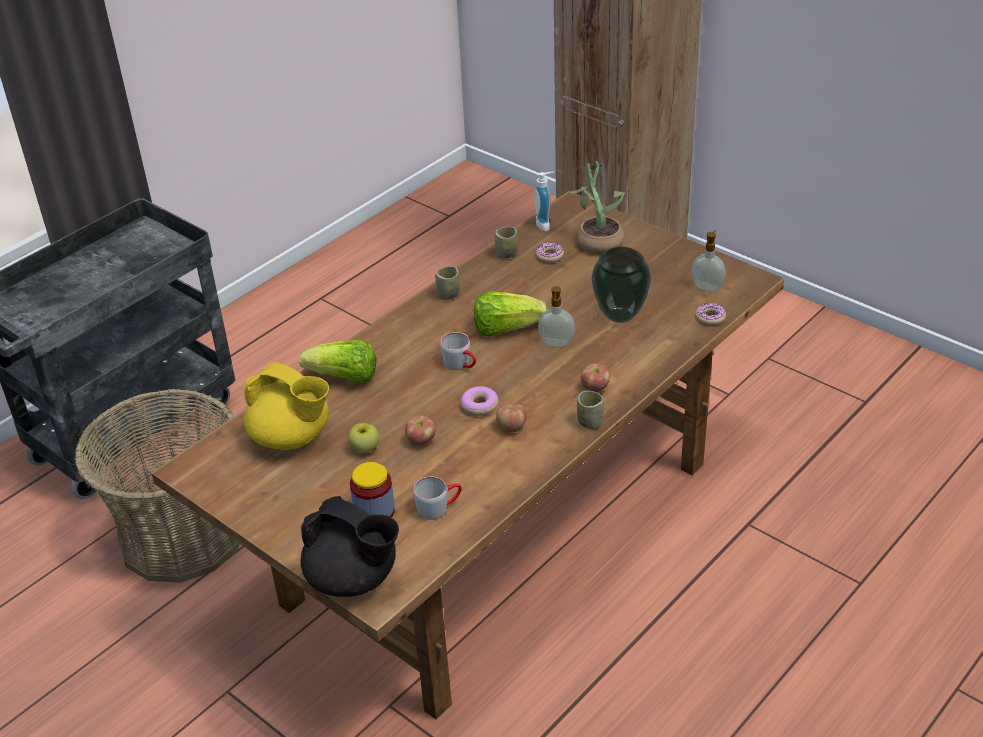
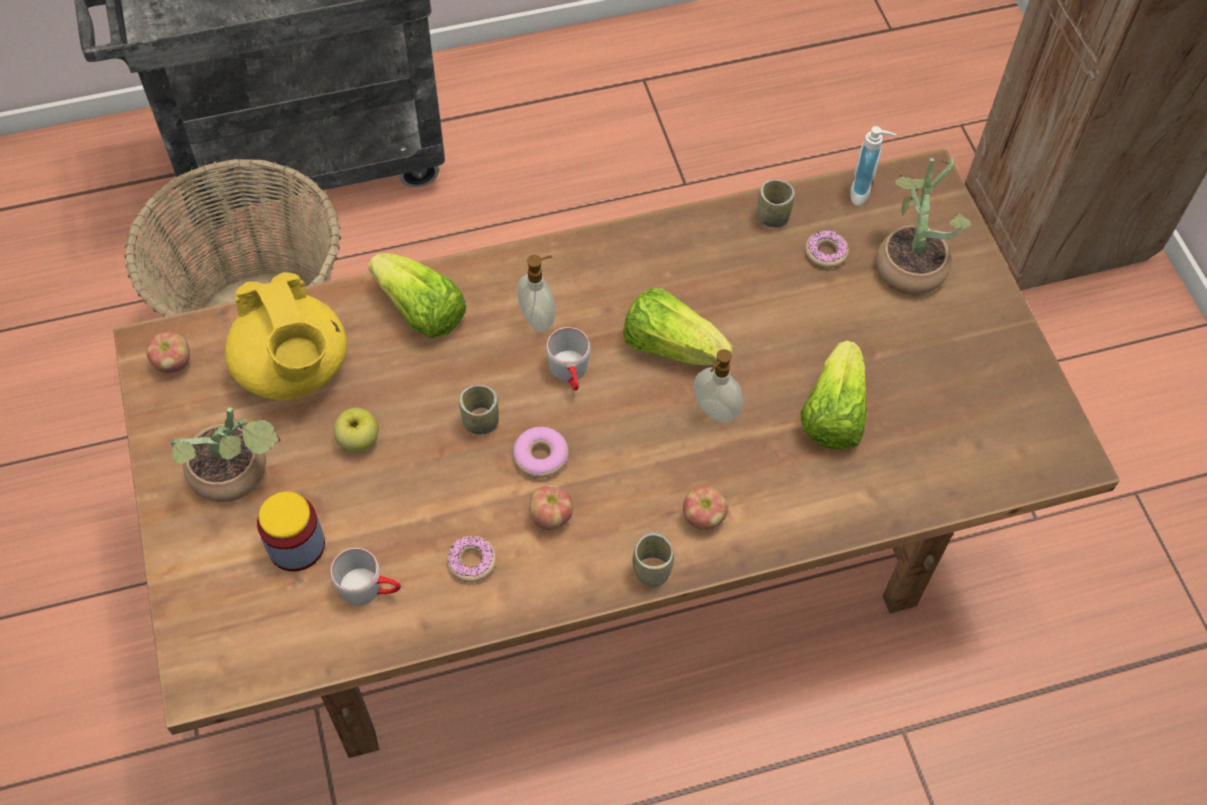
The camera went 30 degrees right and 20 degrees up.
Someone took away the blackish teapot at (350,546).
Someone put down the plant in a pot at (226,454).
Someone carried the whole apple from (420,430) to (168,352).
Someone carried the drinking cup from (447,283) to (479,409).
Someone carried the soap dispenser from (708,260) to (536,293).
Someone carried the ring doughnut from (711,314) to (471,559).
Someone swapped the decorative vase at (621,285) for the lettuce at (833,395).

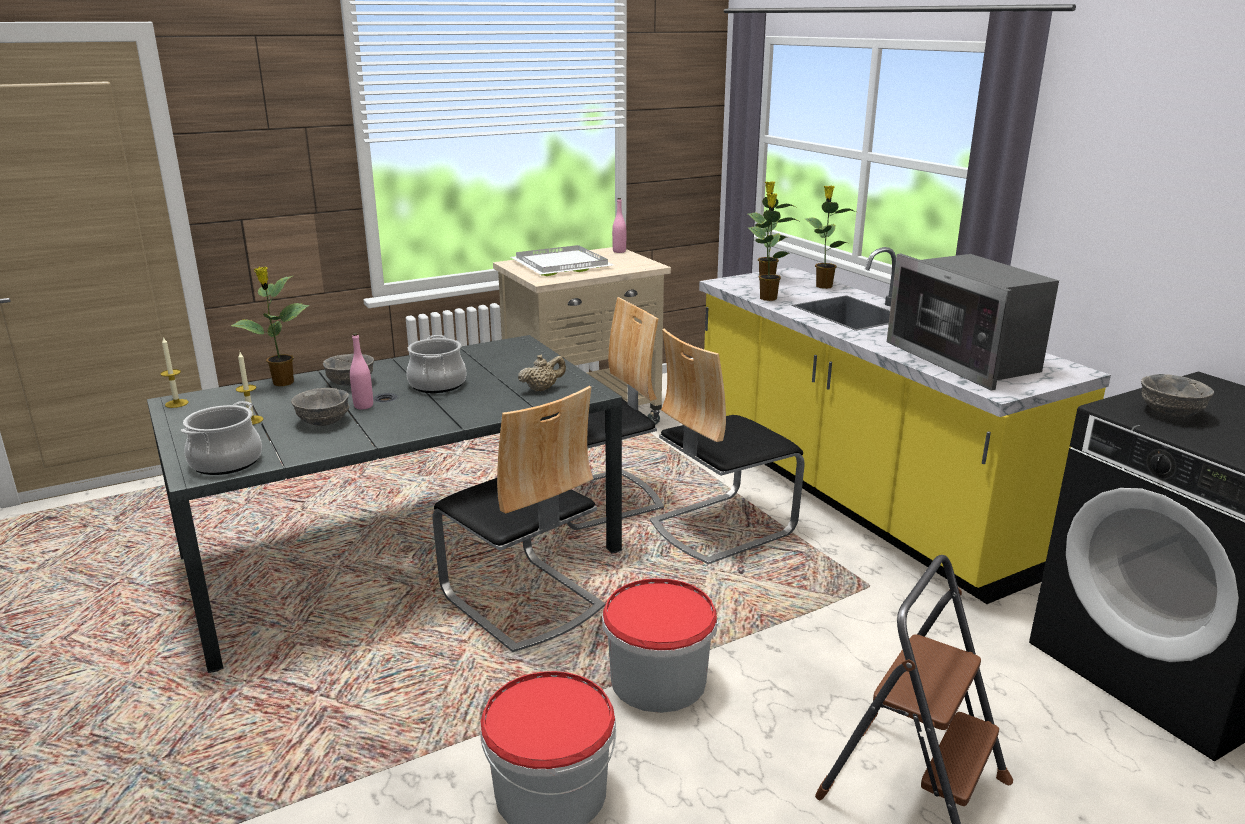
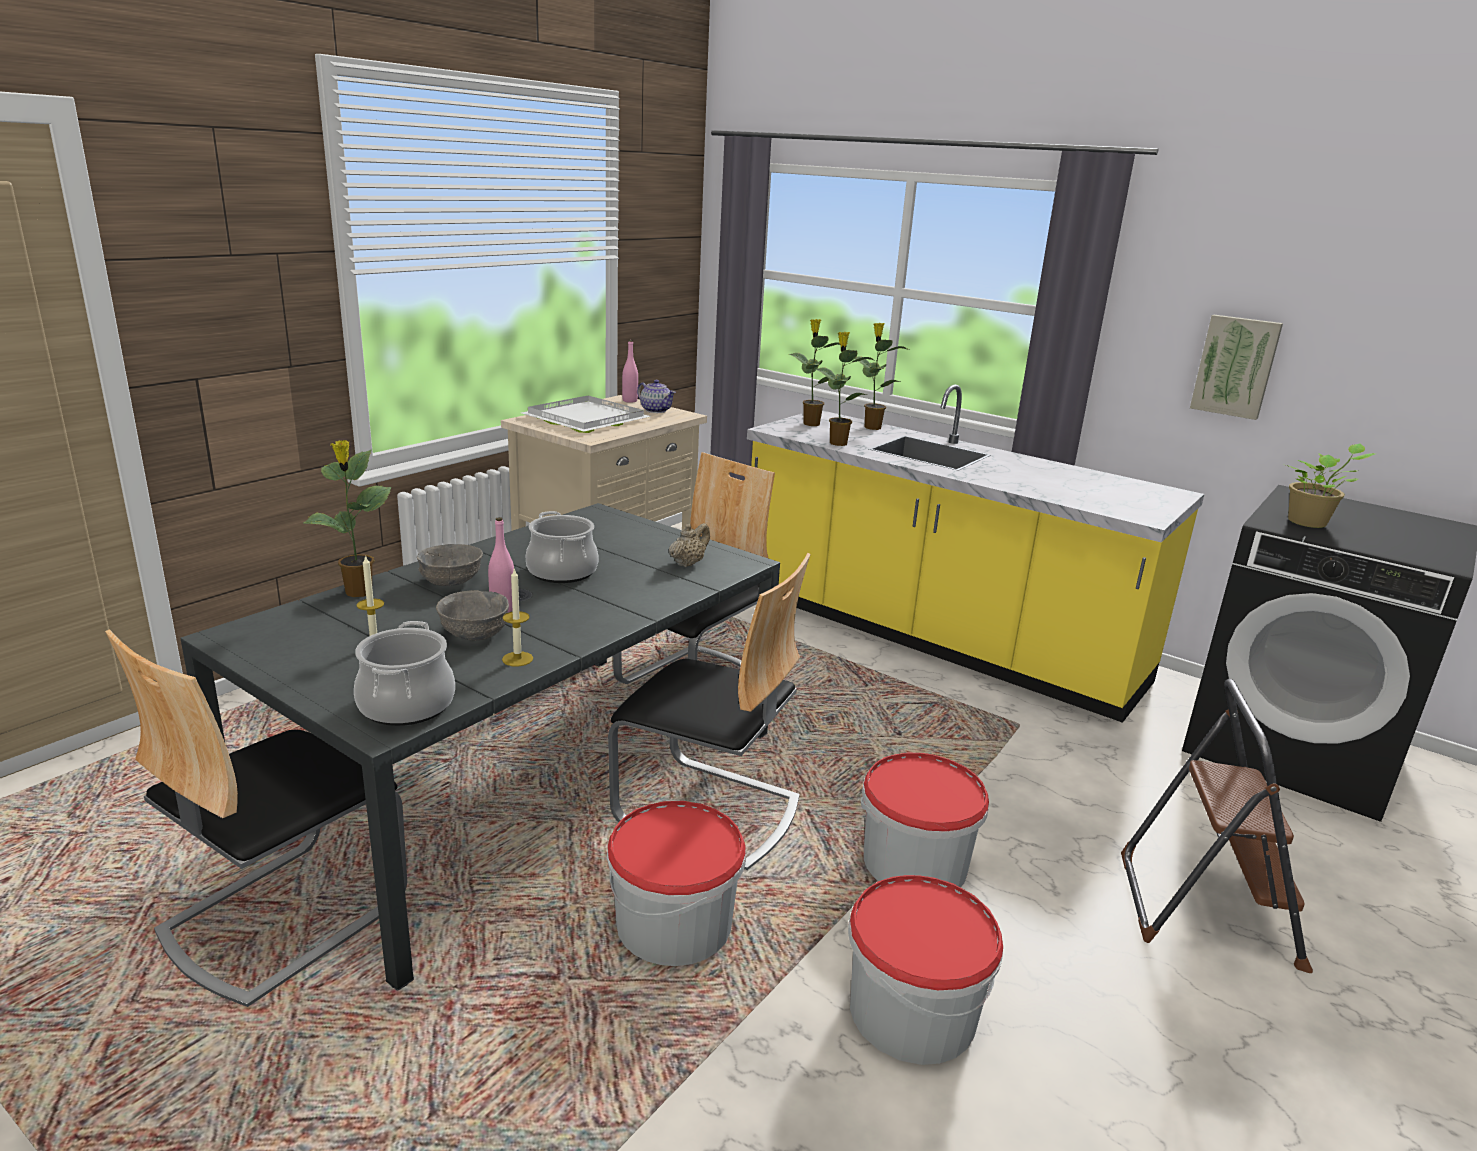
The camera went 25 degrees left and 0 degrees up.
Someone took away the microwave at (973,322).
Someone put down the water bucket at (676,883).
Someone put down the teapot at (656,396).
Someone put up the wall art at (1236,367).
Someone carried the candle from (175,372) to (517,617).
Someone carried the plain chair from (727,446) to (256,818).
Someone swapped the greyish deep dish at (1177,395) for the plant in a pot at (1330,485).

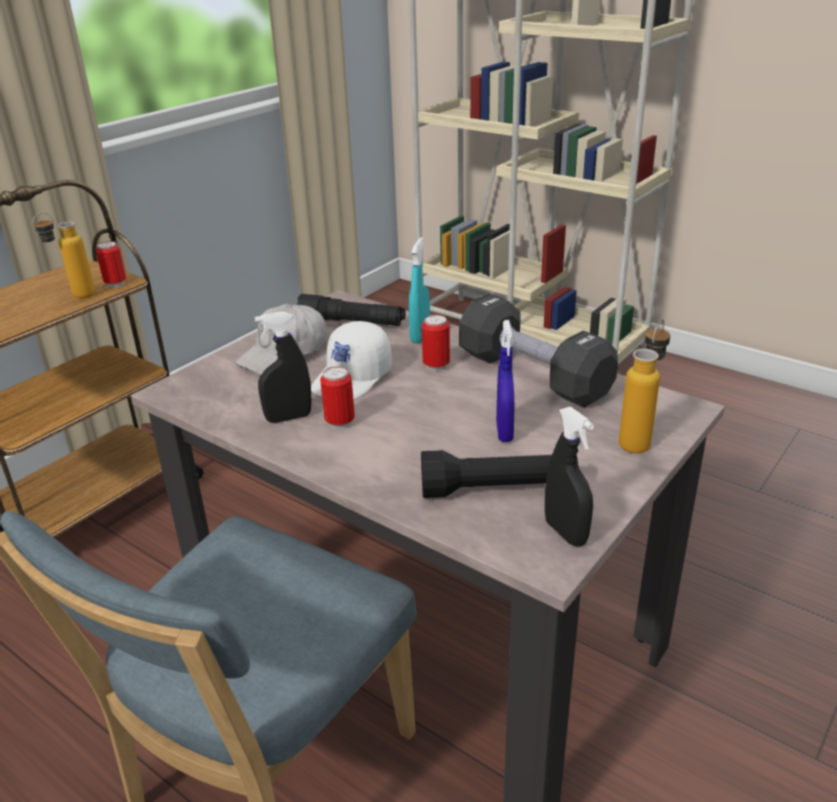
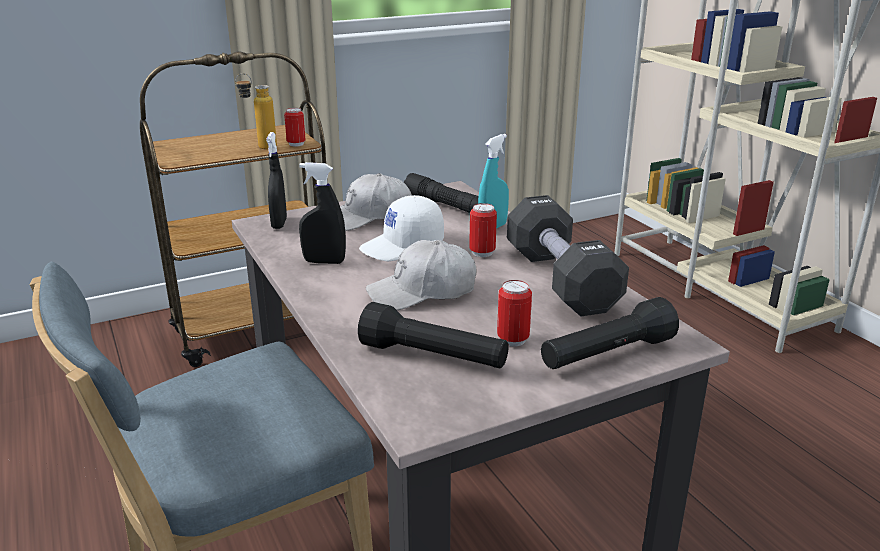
The camera went 25 degrees right and 5 degrees down.
Someone took away the blue-coloured sprayer at (505,381).
Someone put down the whitish cap at (421,275).
Someone carried the sealed can from (337,398) to (514,313).
Someone carried the blackish sprayer from (569,476) to (276,180).
Someone swapped the drink bottle at (644,386) for the blackish flashlight at (610,333).

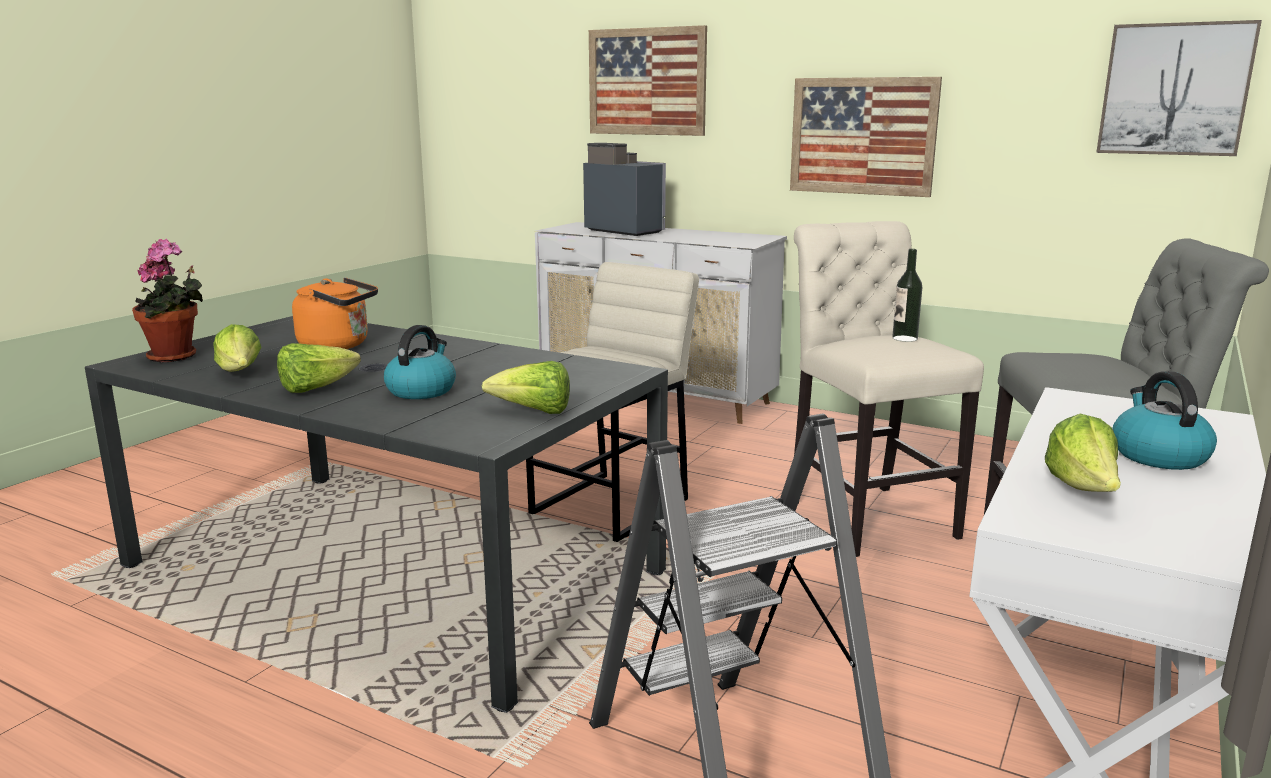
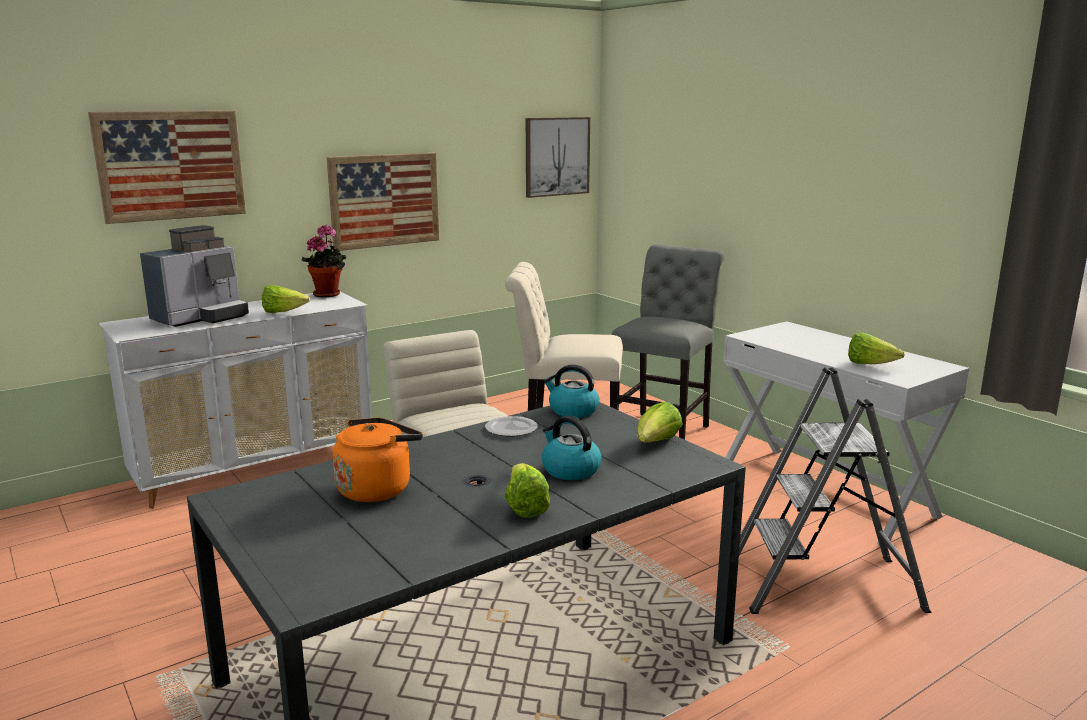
The camera went 65 degrees left and 0 degrees up.
Someone took away the drink bottle at (907,295).
Someone put down the dinner plate at (511,426).
Someone carried the plant in a pot from (167,300) to (324,261).
Someone carried the lettuce from (237,348) to (286,299).
Someone carried the water kettle from (1164,420) to (571,391).
Someone rotated the coffee machine at (624,189) by 150 degrees clockwise.

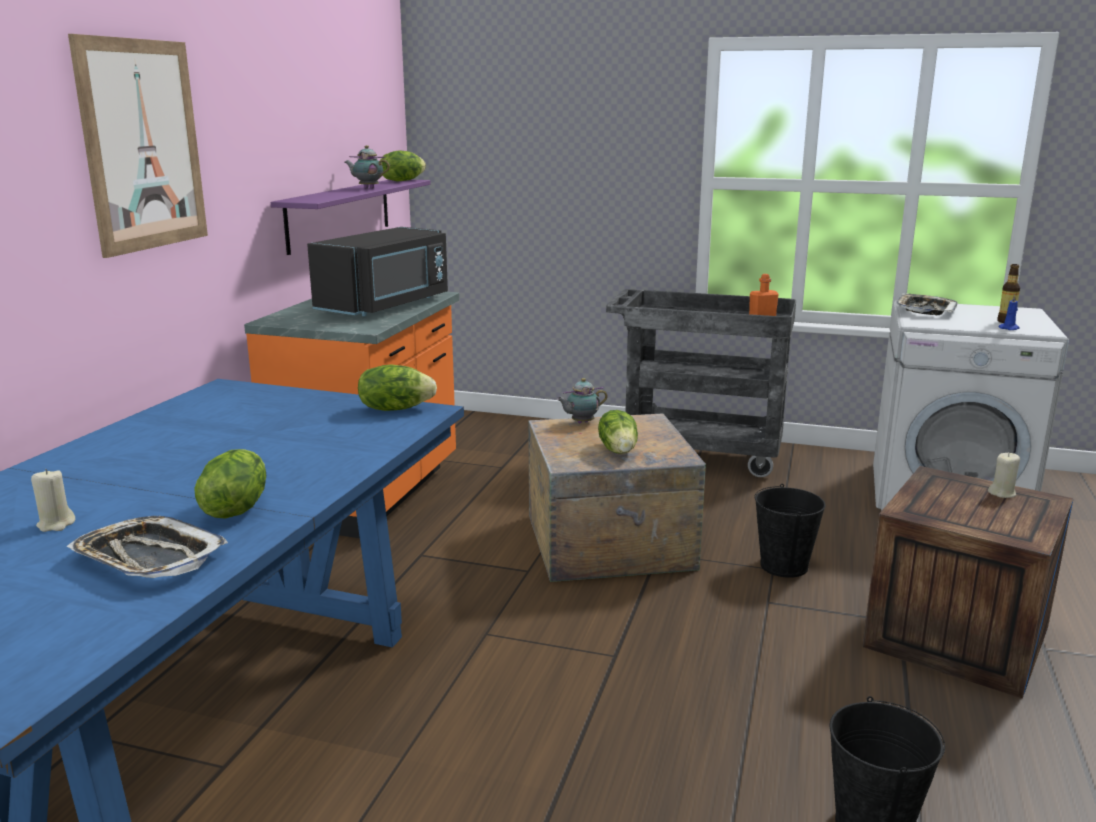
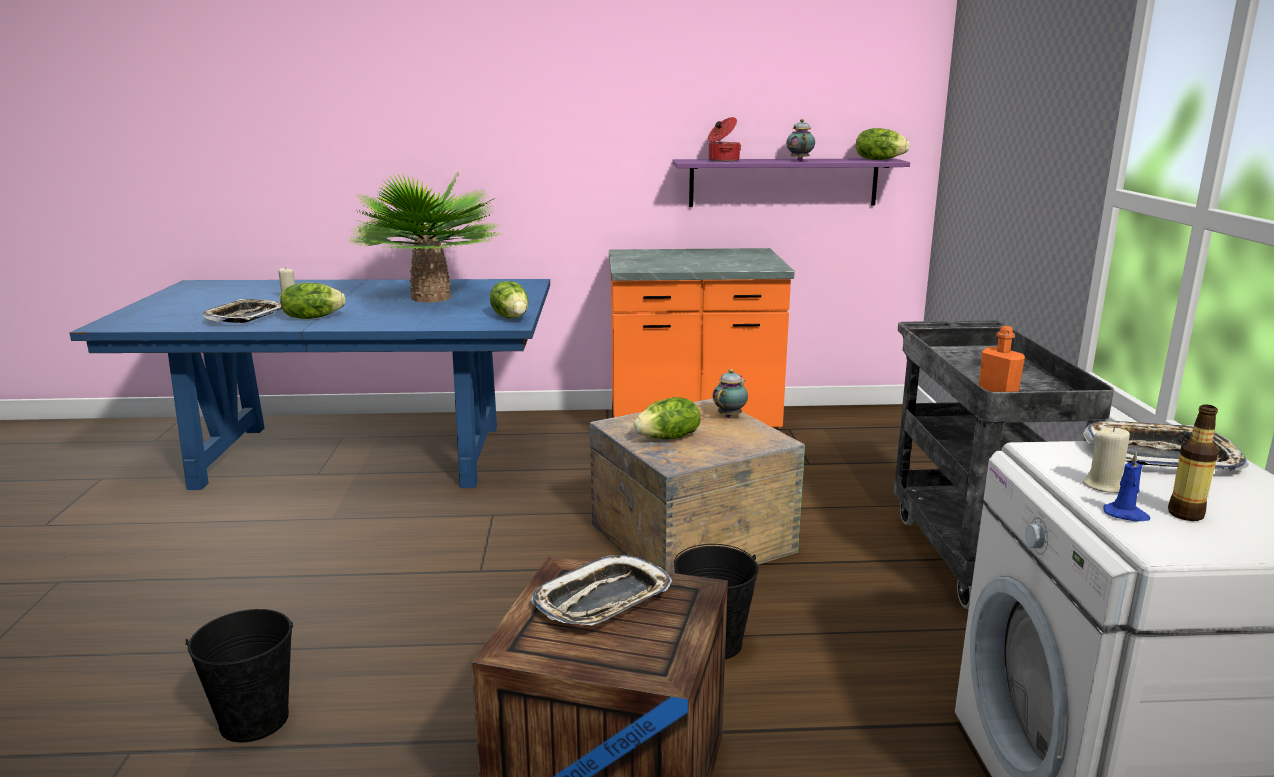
The camera went 70 degrees right and 0 degrees up.
Someone took away the wall art at (138,146).
Someone took away the blackish microwave at (377,271).
Someone put down the plant in a pot at (427,235).
Someone put down the tray at (601,590).
Someone put down the cooking pot at (724,139).
Someone carried the beige candle from (1004,475) to (1106,459).
Someone rotated the teapot at (581,400) by 75 degrees clockwise.

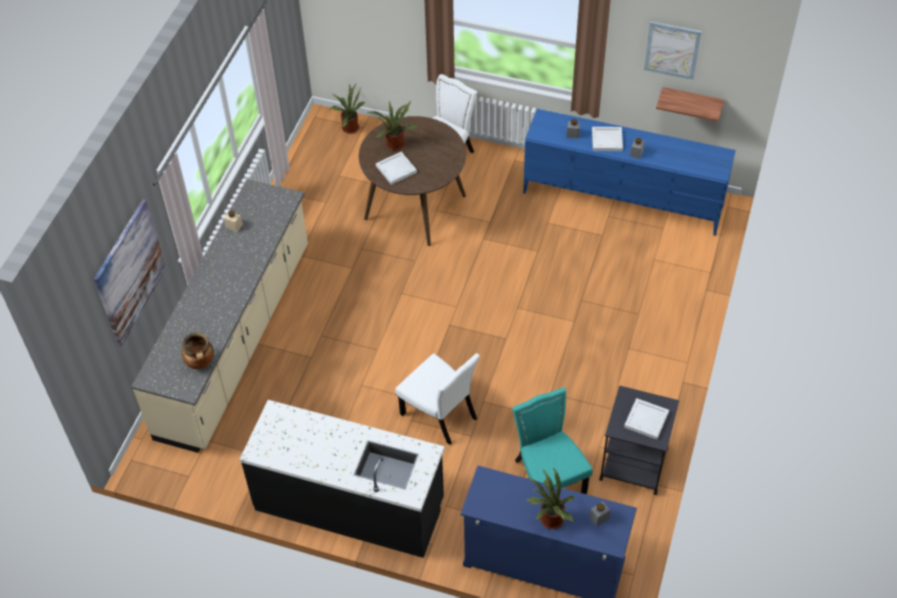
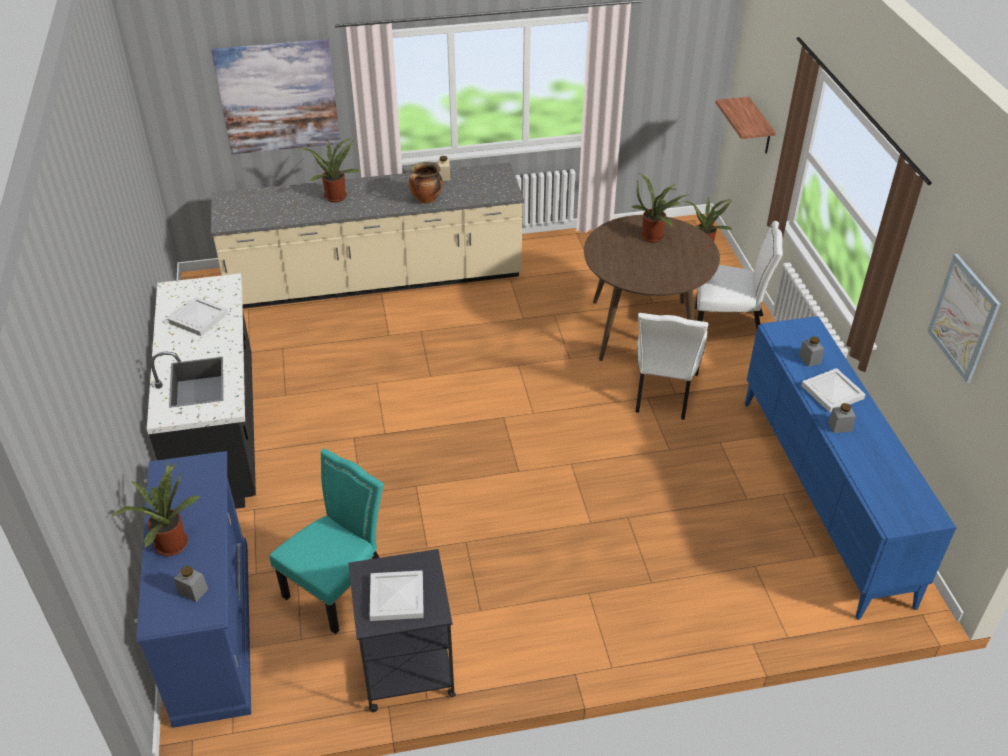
The camera went 60 degrees right and 10 degrees down.
Someone put down the plant in a pot at (331,170).
Someone carried the cooking pot from (198,350) to (426,183).
Someone carried the whitish tray from (396,168) to (198,316).
Someone carried the whitish plain chair from (438,399) to (671,366).
Someone carried the shelf from (690,104) to (746,125).

